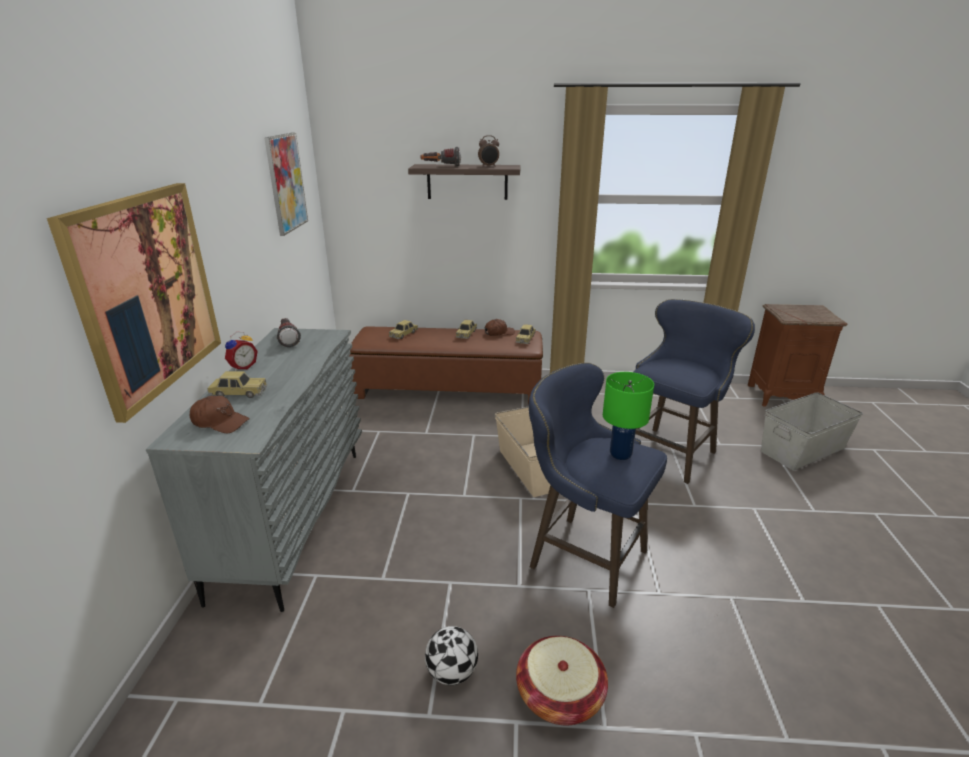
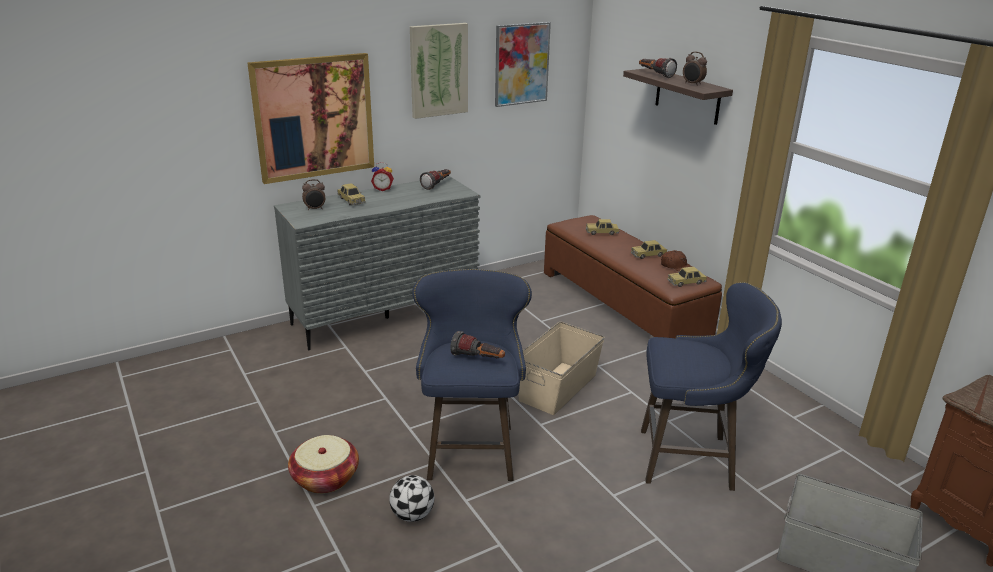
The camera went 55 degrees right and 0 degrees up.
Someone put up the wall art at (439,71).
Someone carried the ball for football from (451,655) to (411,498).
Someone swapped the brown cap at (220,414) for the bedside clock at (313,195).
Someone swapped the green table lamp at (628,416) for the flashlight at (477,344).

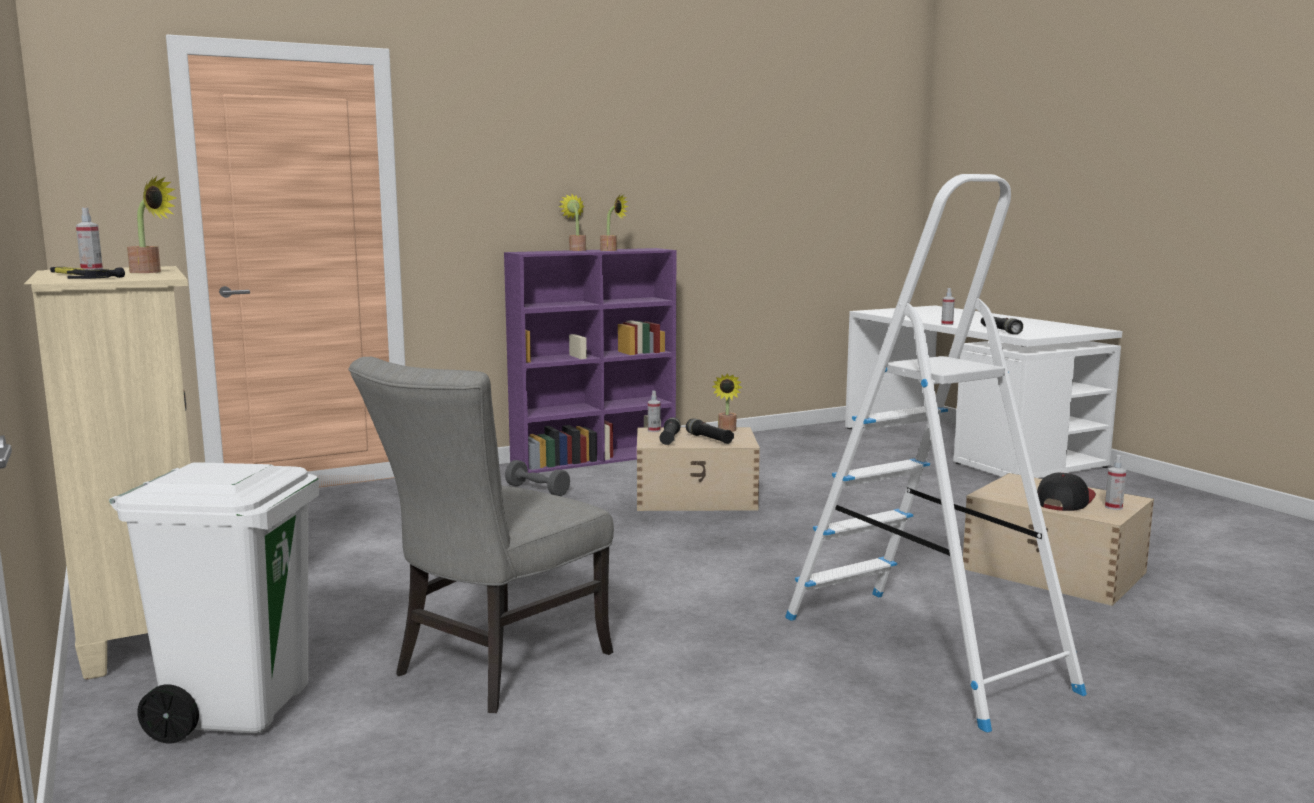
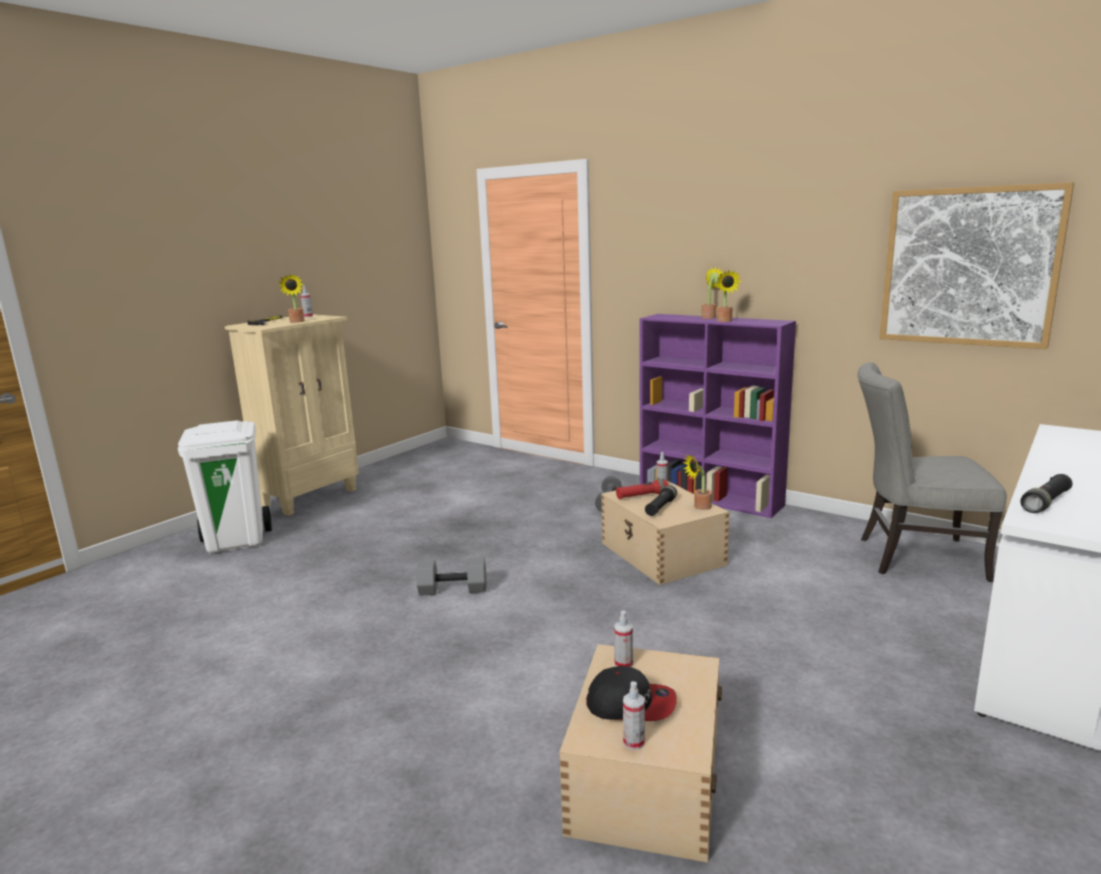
The camera went 65 degrees right and 5 degrees up.
Someone took away the whitish stepladder at (936,453).
Someone put down the greyish dumbbell at (451,577).
Someone put up the wall art at (976,265).
Someone carried the greyish plain chair from (481,535) to (932,472).
Someone carried the sprayer from (948,306) to (623,639).
Someone repainted the blackish flashlight at (670,431), which became the red flashlight at (642,489).

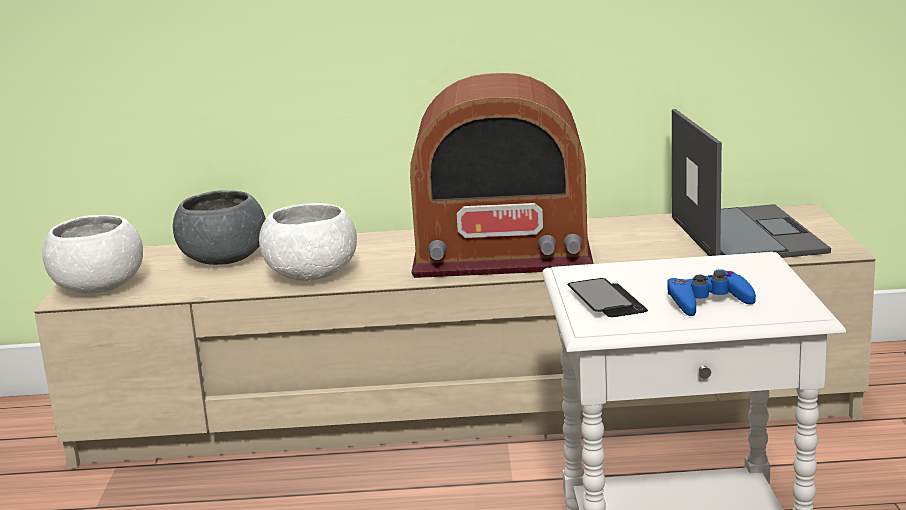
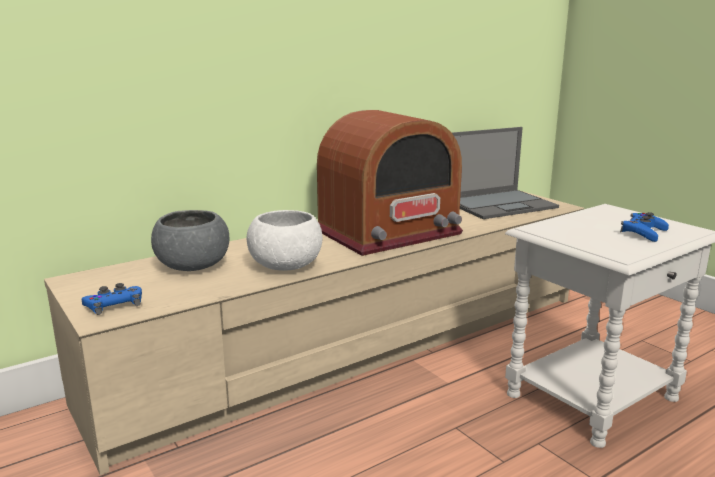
The camera went 35 degrees left and 0 degrees up.
Someone took away the phone at (607,297).
Someone swapped the whitish deep dish at (92,254) for the blue-coloured gamepad at (112,299).
Someone rotated the portable computer at (751,183) by 105 degrees clockwise.

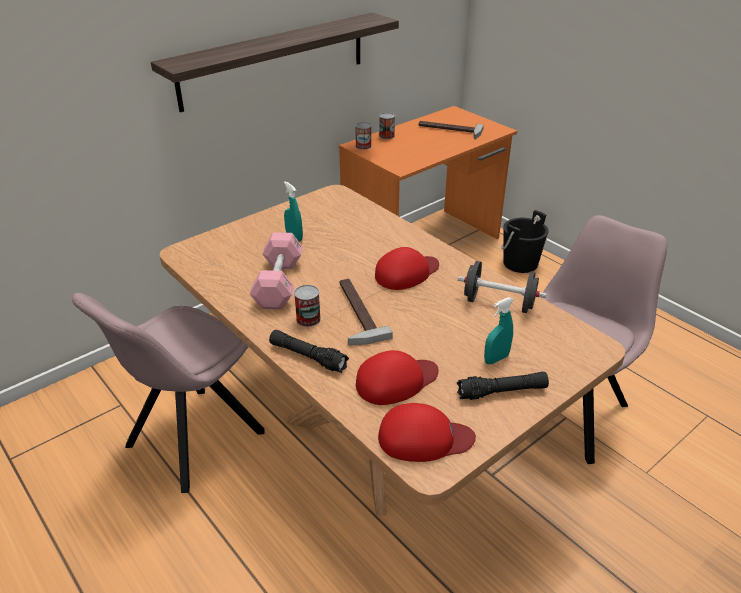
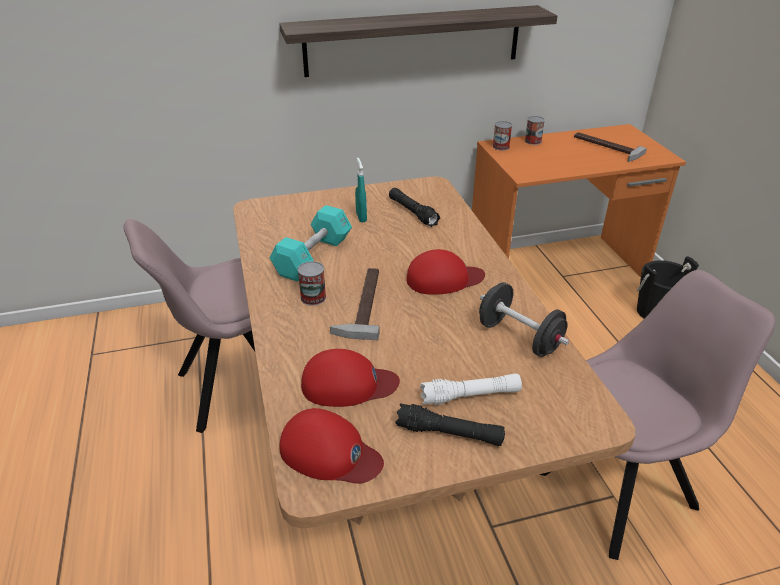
The camera went 25 degrees right and 0 degrees up.
Someone carried the blackish flashlight from (309,351) to (414,207).
Someone swapped the blue-green sprayer at (499,330) for the whitish flashlight at (471,389).
Someone repainted the pinkish dumbbell at (276,270), which became the blue-green dumbbell at (310,243).

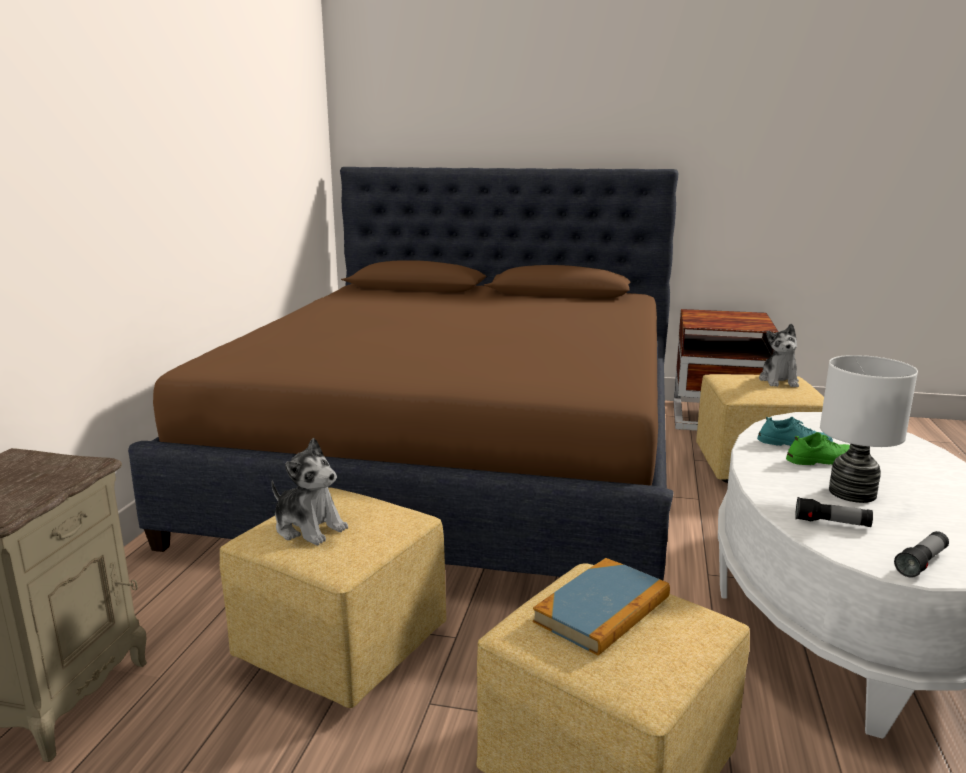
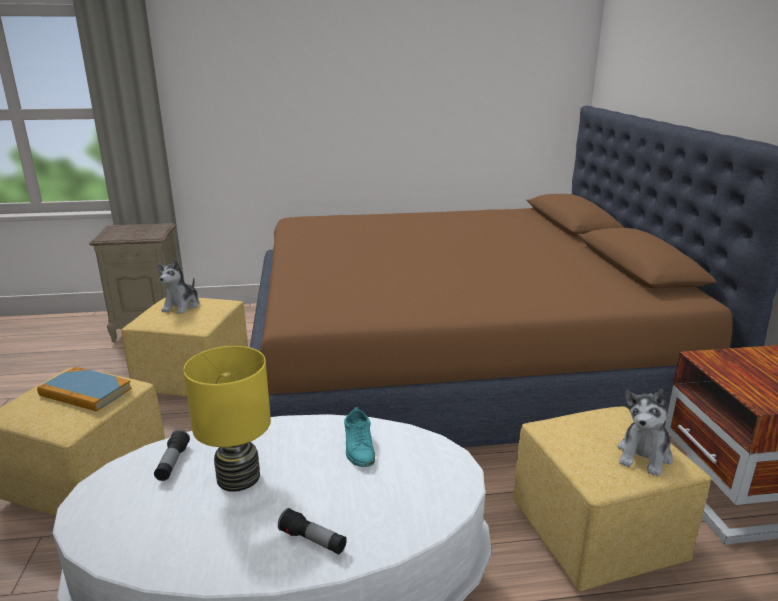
The camera went 70 degrees right and 5 degrees up.
Someone took away the green shoe at (818,448).
Someone carried the flashlight from (921,554) to (312,531).
Someone repainted the whitish table lamp at (869,429), which became the yellow-coloured table lamp at (227,419).
Someone rotated the soft toy at (779,355) by 45 degrees counterclockwise.

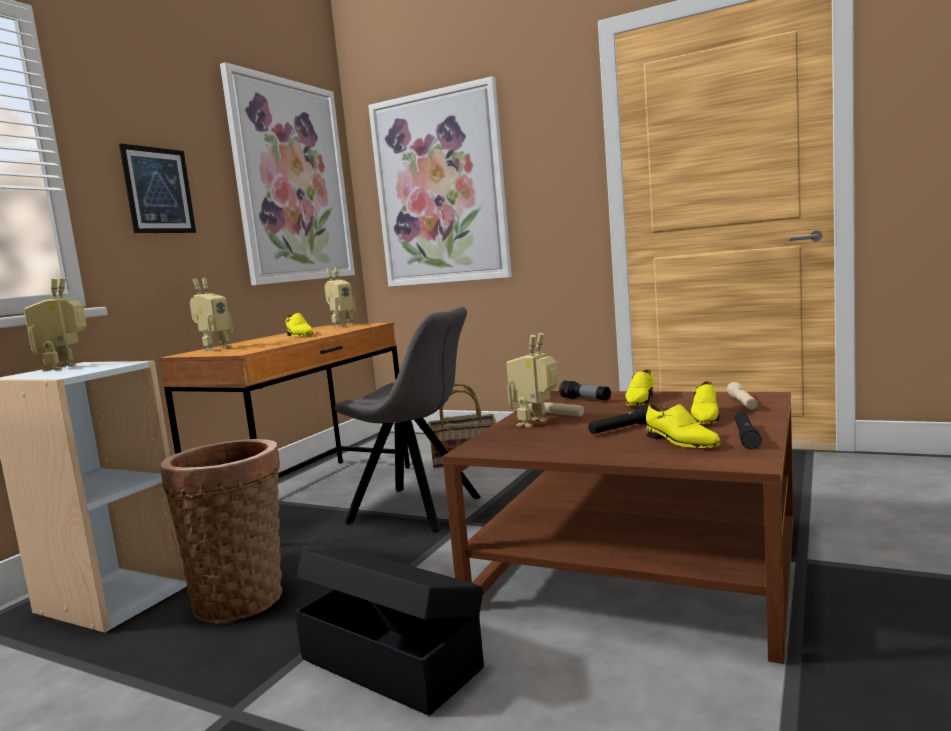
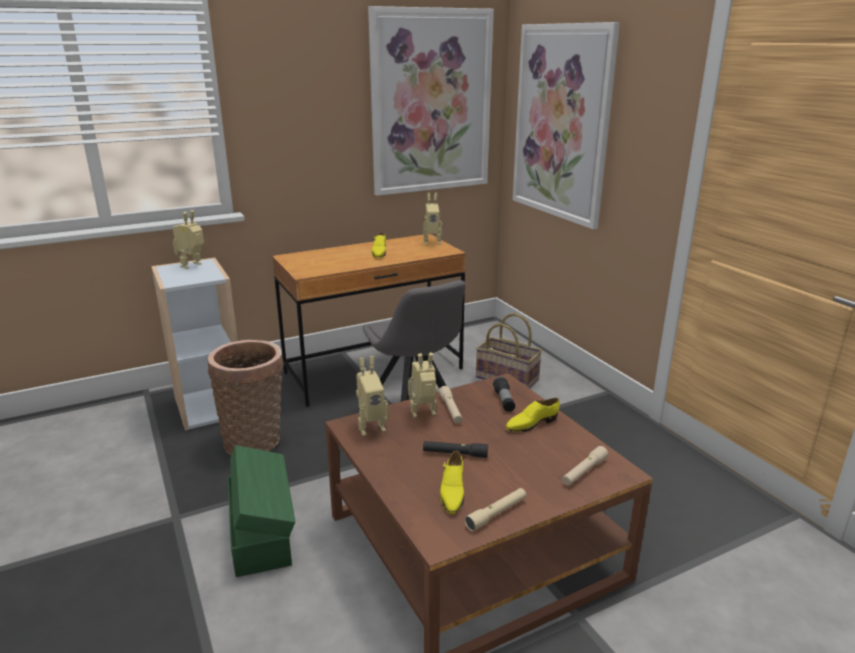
The camera went 35 degrees right and 15 degrees up.
Someone took away the wall art at (157,188).
Someone took away the yellow-coloured shoe at (705,402).
Someone carried the robot figure from (211,314) to (372,396).
Someone repainted the blackish storage container at (389,633), which became the green storage container at (261,511).
Someone repainted the blackish flashlight at (748,430), which became the beige flashlight at (495,509).

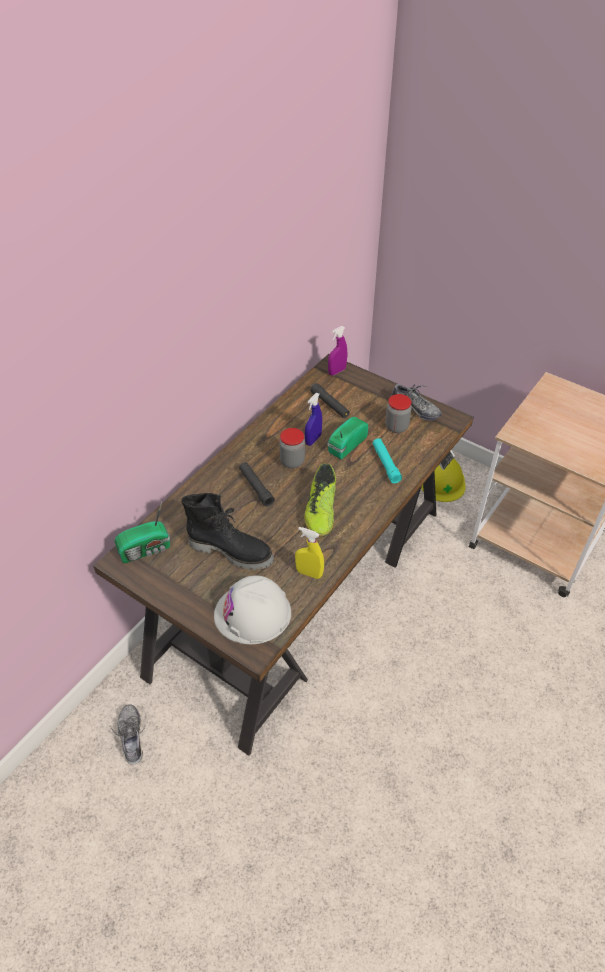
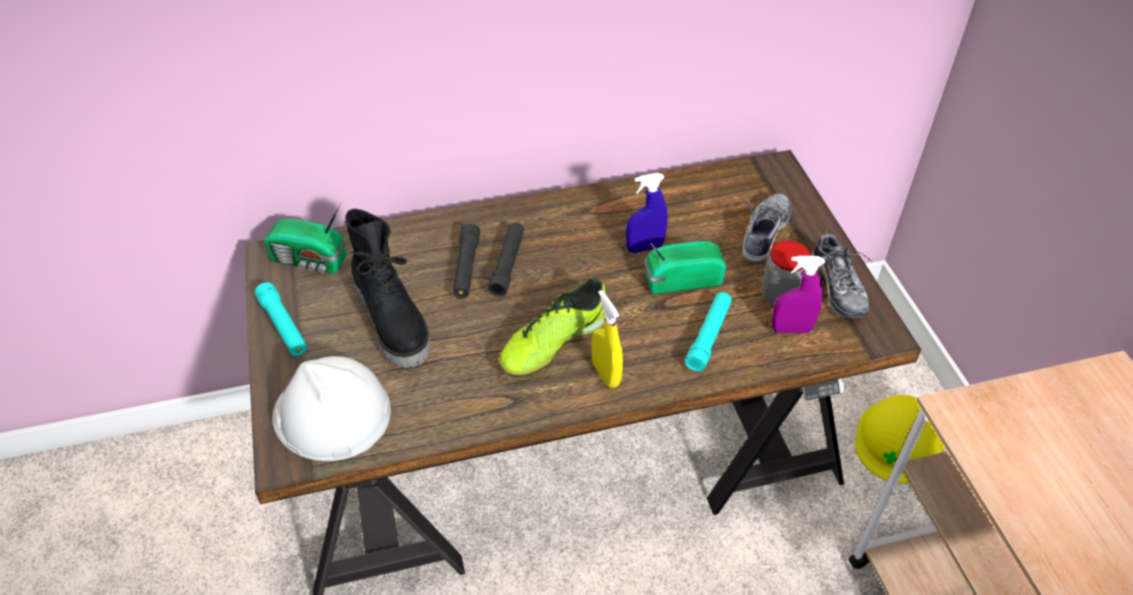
The camera went 40 degrees right and 0 degrees up.
Someone took away the storage jar at (292,448).
Someone put down the blue-green flashlight at (281,319).
Someone carried the shoe from (128,734) to (768,228).
Someone carried the yellow-coloured sprayer from (309,553) to (607,339).
Someone carried the blackish flashlight from (330,400) to (466,260).
Someone carried the purplish sprayer from (337,350) to (798,294).

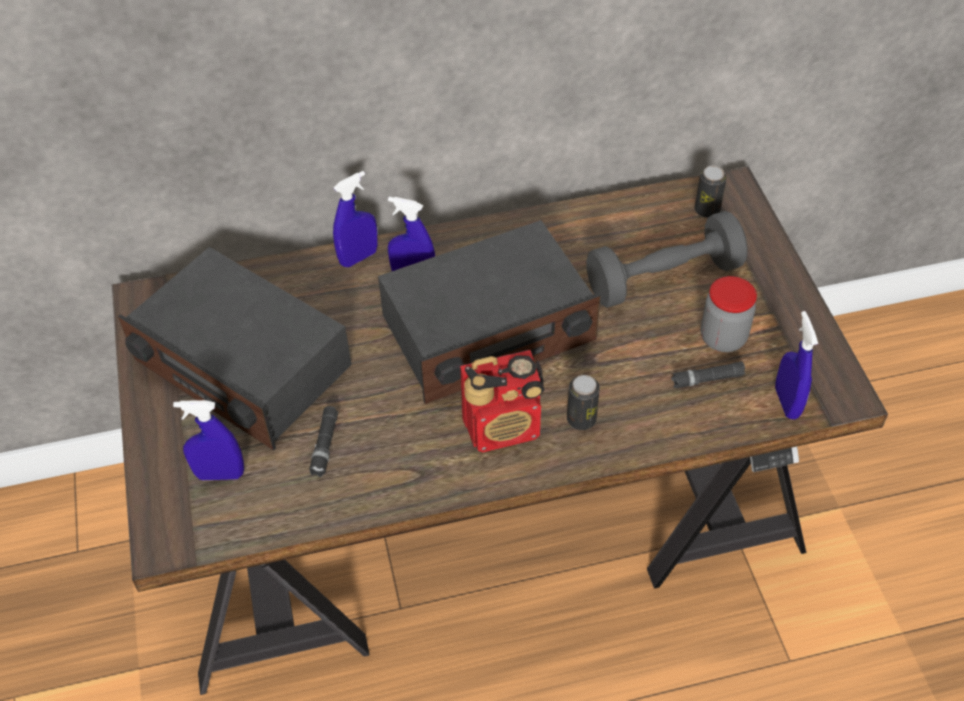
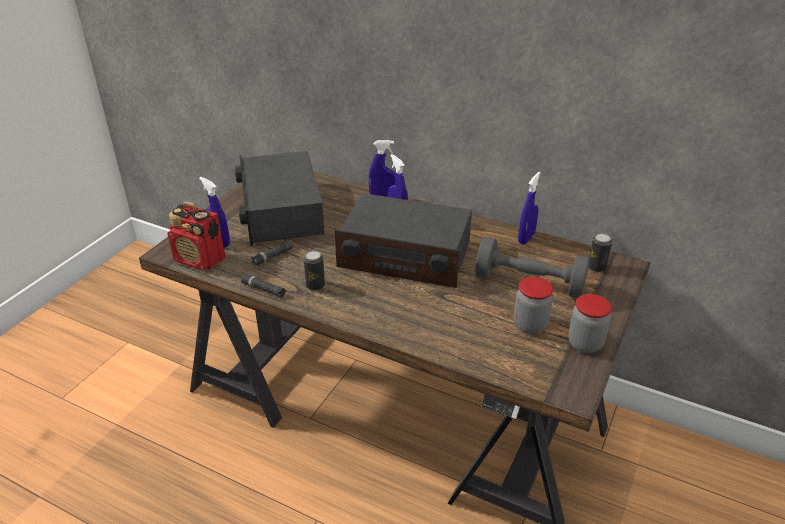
The camera went 40 degrees right and 15 degrees down.
Someone put down the storage jar at (590,323).
Someone carried the radio set from (502,401) to (196,235).
Someone carried the sealed can from (583,402) to (314,271).
Someone carried the blackish flashlight from (708,374) to (263,285).
Someone carried the blue-coloured sprayer from (796,365) to (529,208).

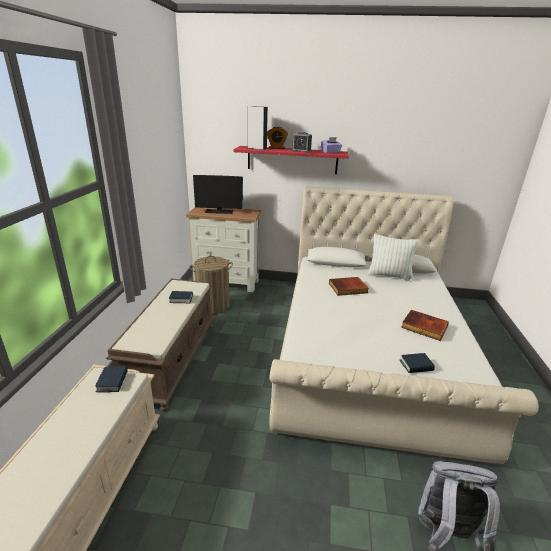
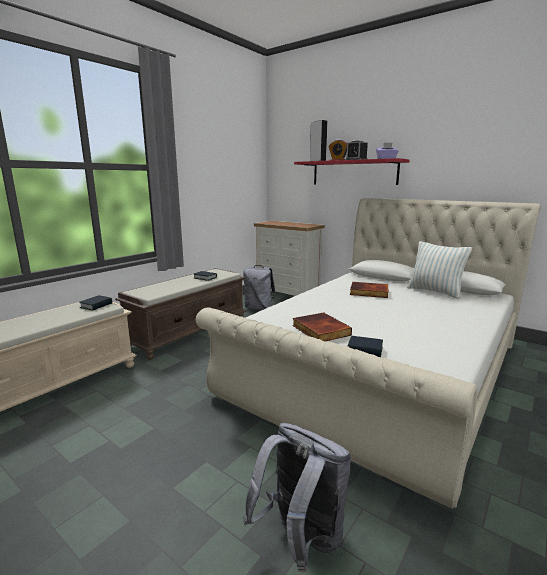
The camera went 30 degrees right and 10 degrees down.
Someone took away the monitor at (218,194).
Someone carried the volume from (425,325) to (322,327).
Someone swapped the washing basket at (211,285) for the greyish backpack at (259,287).

